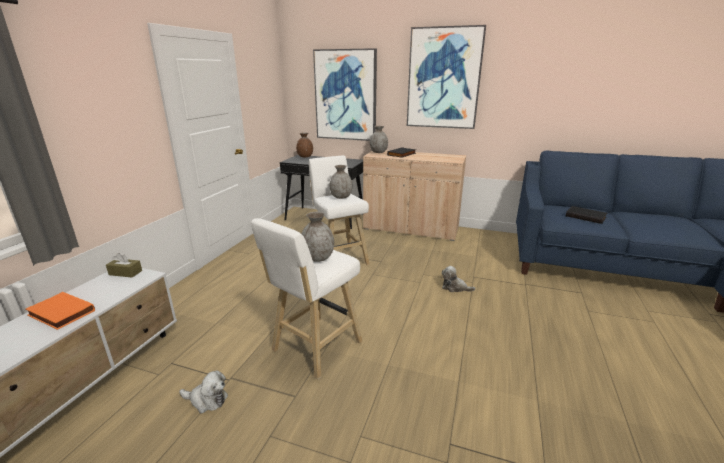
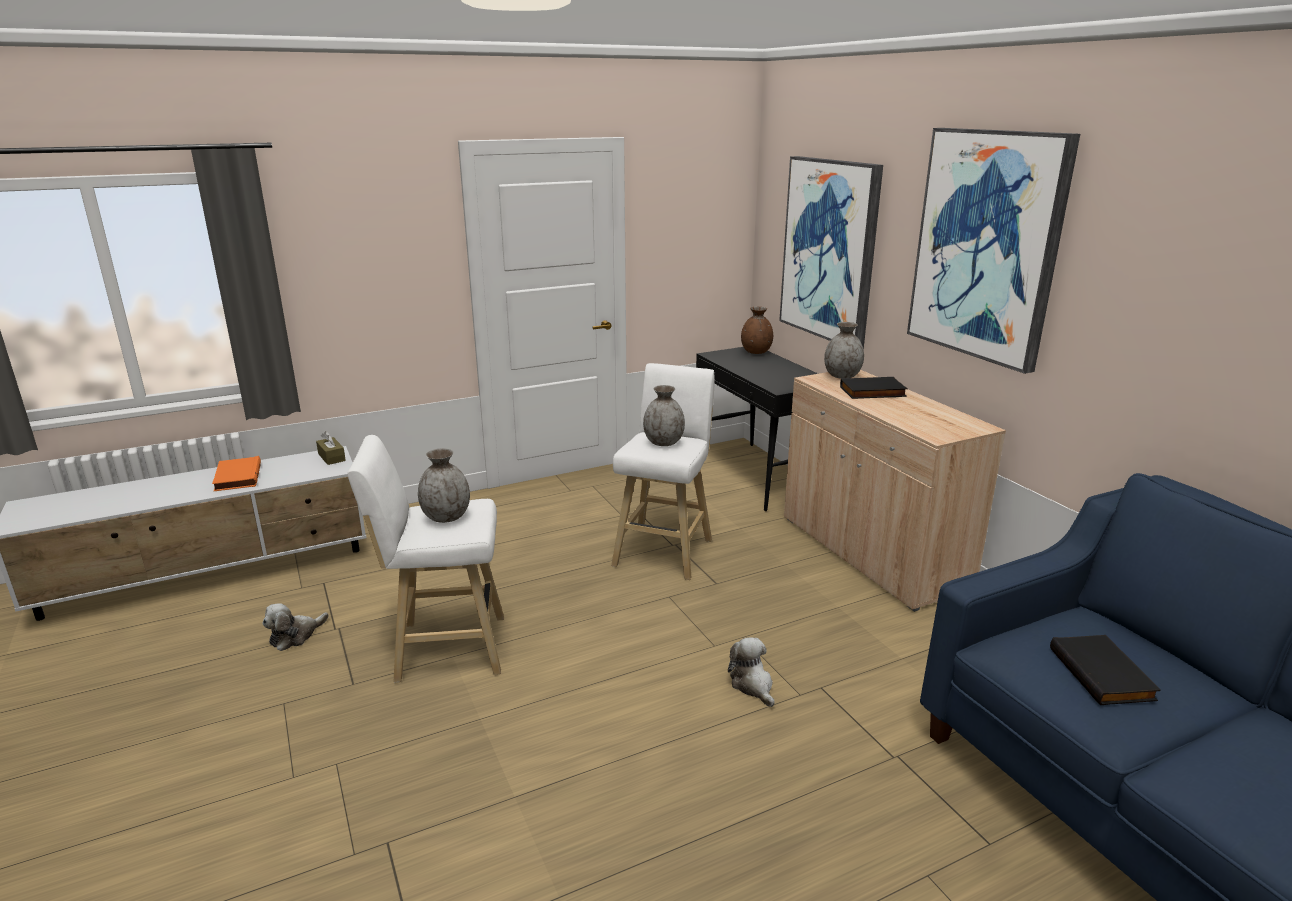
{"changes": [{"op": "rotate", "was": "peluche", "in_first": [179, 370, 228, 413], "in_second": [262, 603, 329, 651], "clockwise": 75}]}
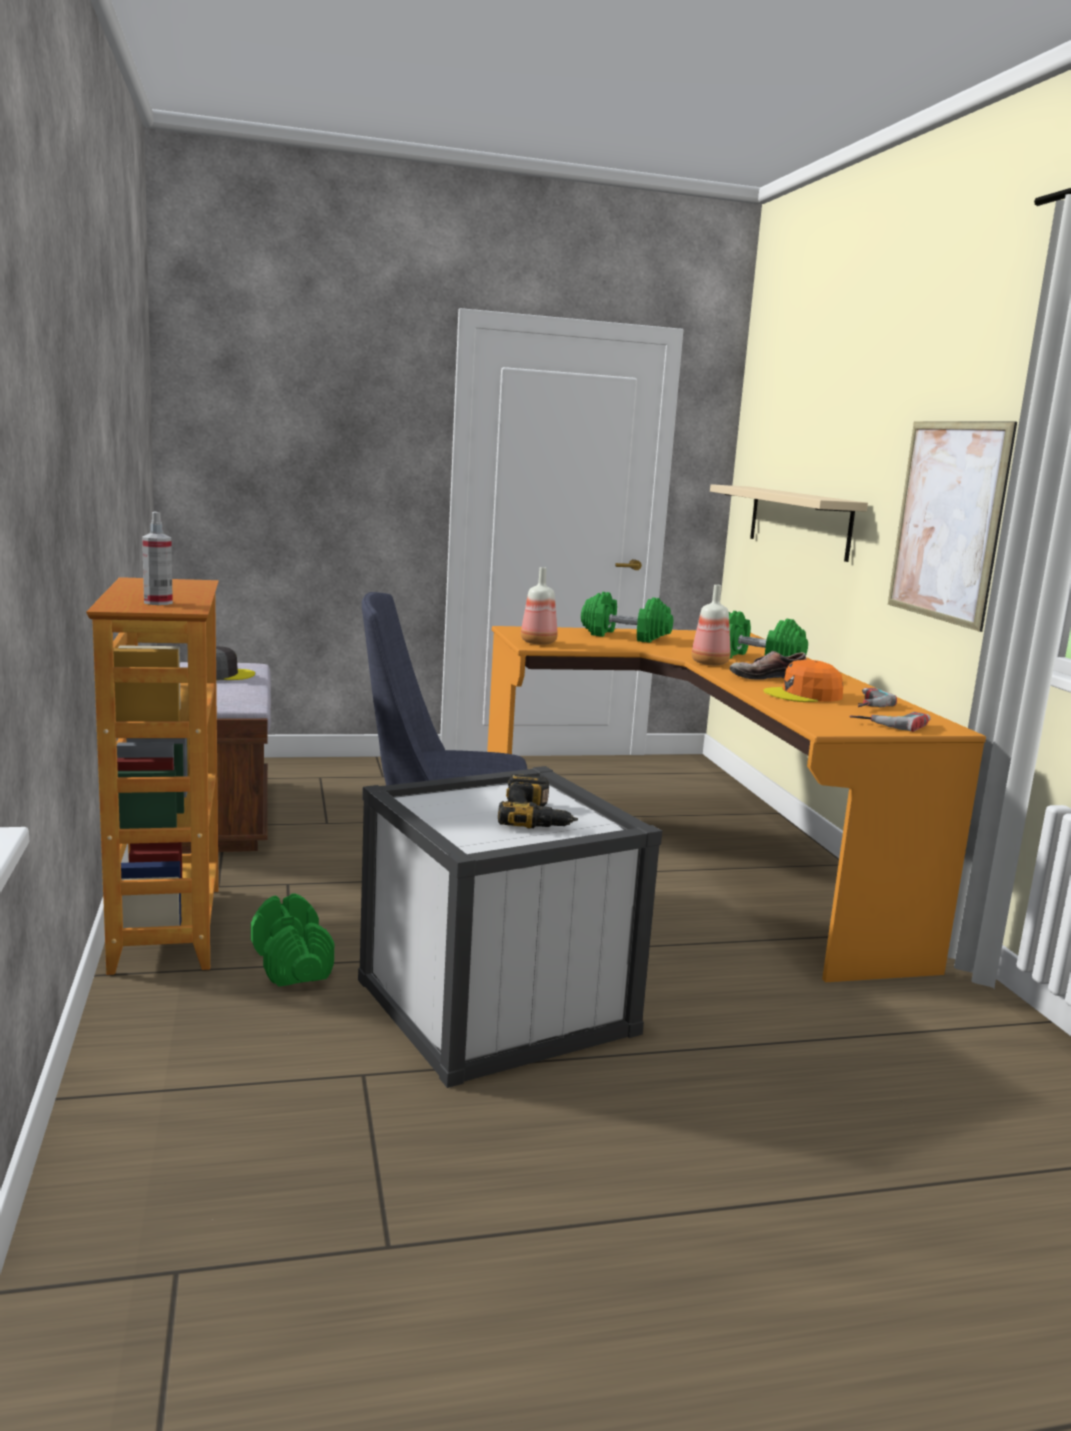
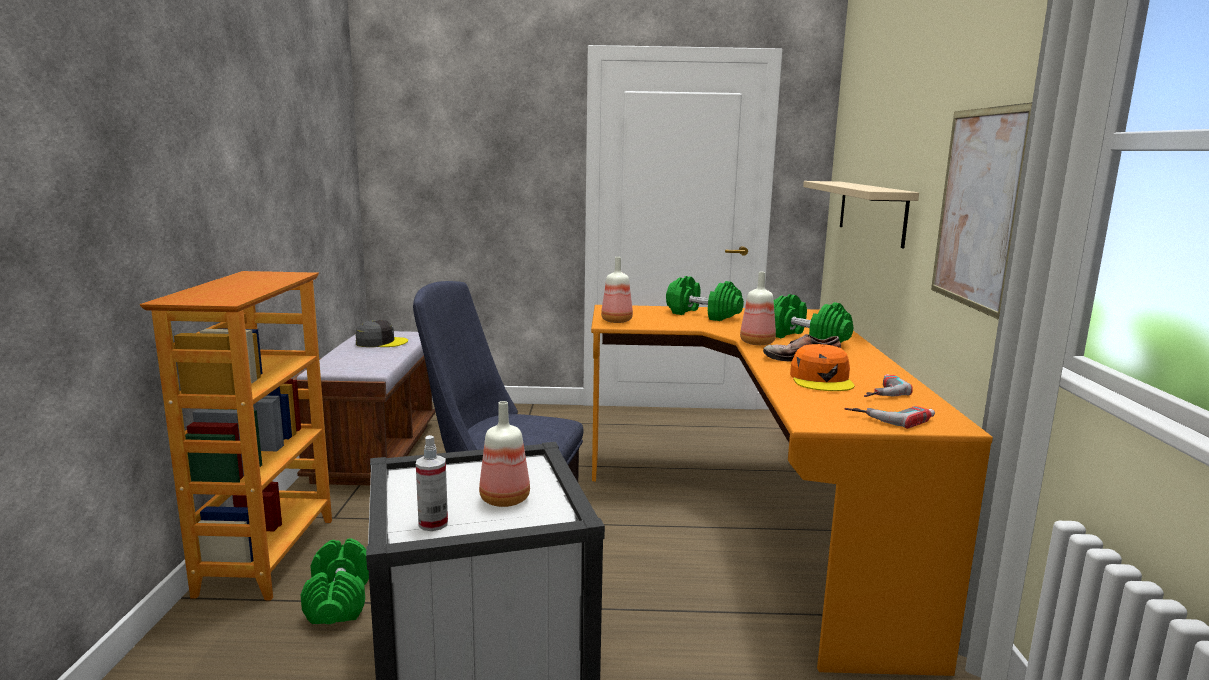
{"changes": [{"op": "move", "was": "pulverizador", "in_first": [142, 512, 173, 605], "in_second": [416, 435, 448, 531]}, {"op": "replace", "was": "taladro", "now": "botella", "in_first": [498, 774, 578, 829], "in_second": [479, 401, 530, 507]}, {"op": "rotate", "was": "gorra (naranja)", "in_first": [763, 660, 843, 702], "in_second": [790, 344, 855, 391], "clockwise": -90}]}
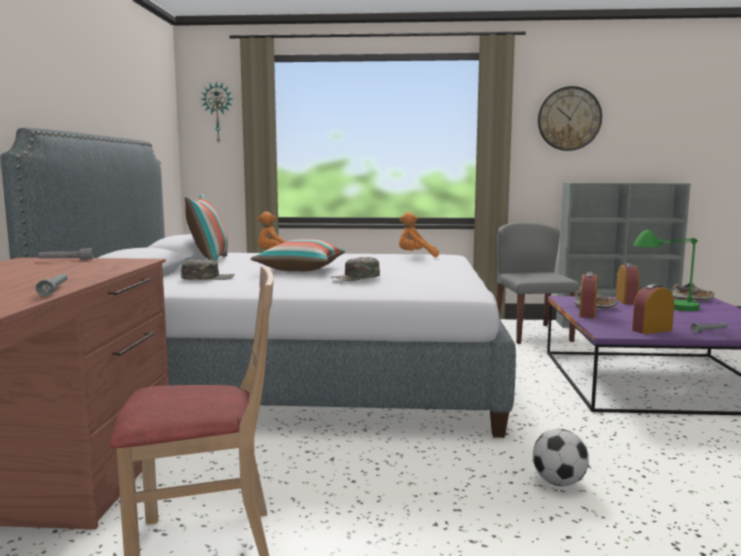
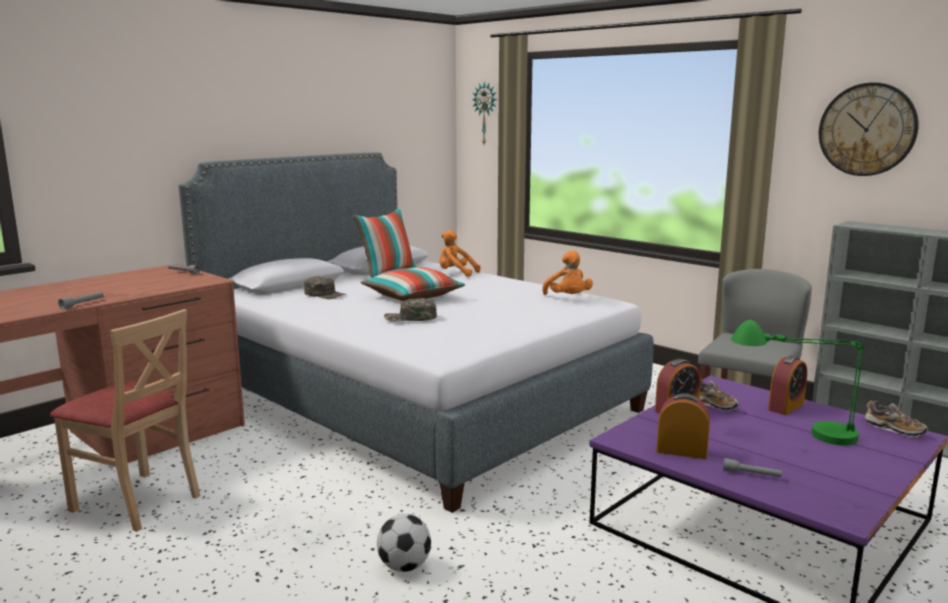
{"changes": [{"op": "rotate", "was": "peluche (naranja)", "in_first": [399, 212, 439, 257], "in_second": [542, 251, 593, 295], "clockwise": -150}]}
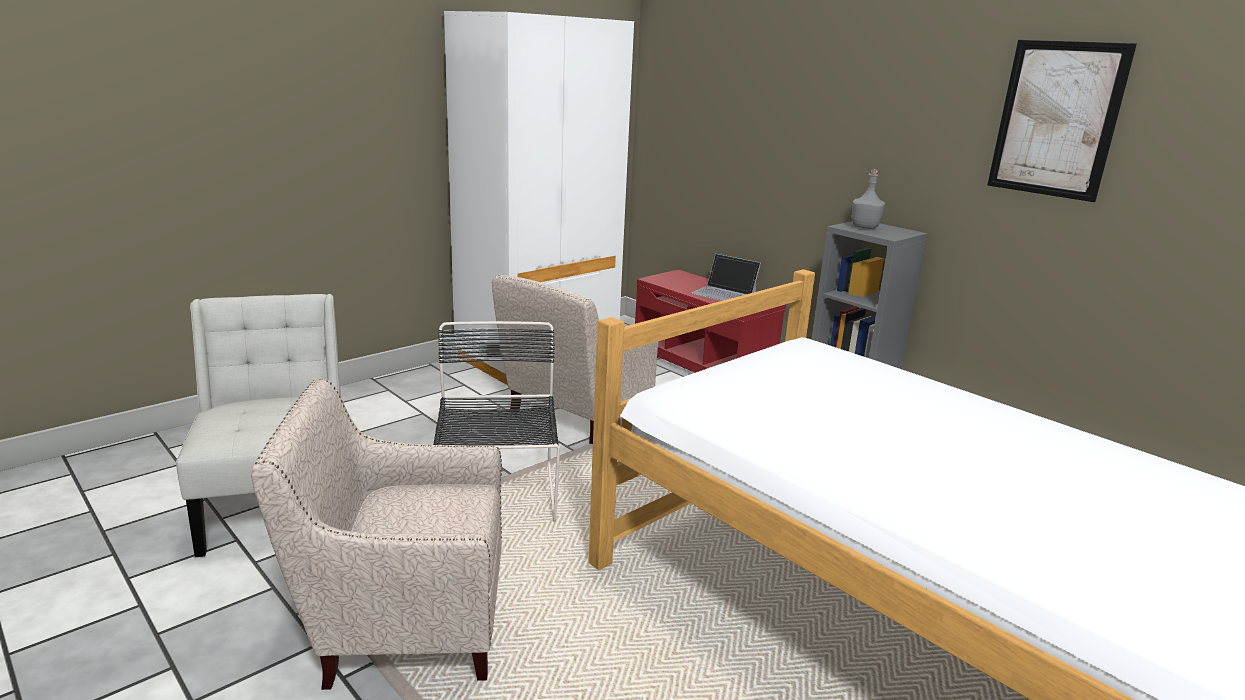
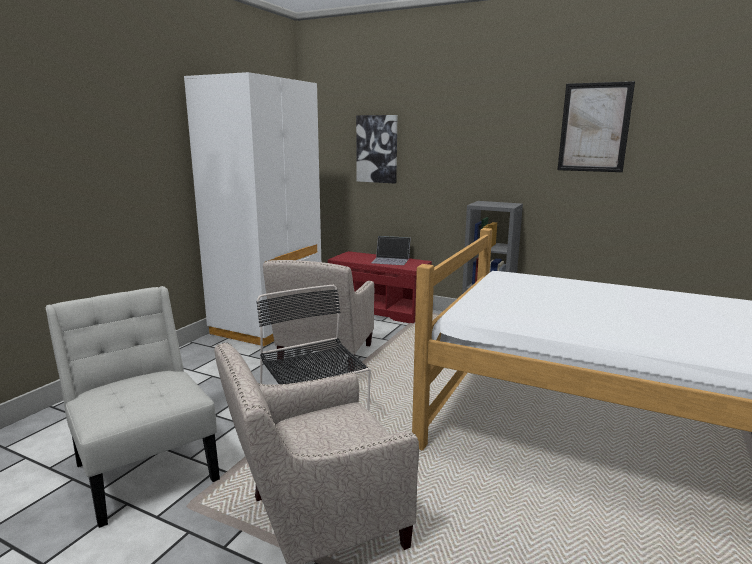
{"changes": [{"op": "delete", "was": "botella (gris)", "in_first": [852, 169, 885, 229]}, {"op": "insert", "now": "cuadro", "in_second": [356, 115, 397, 183]}]}
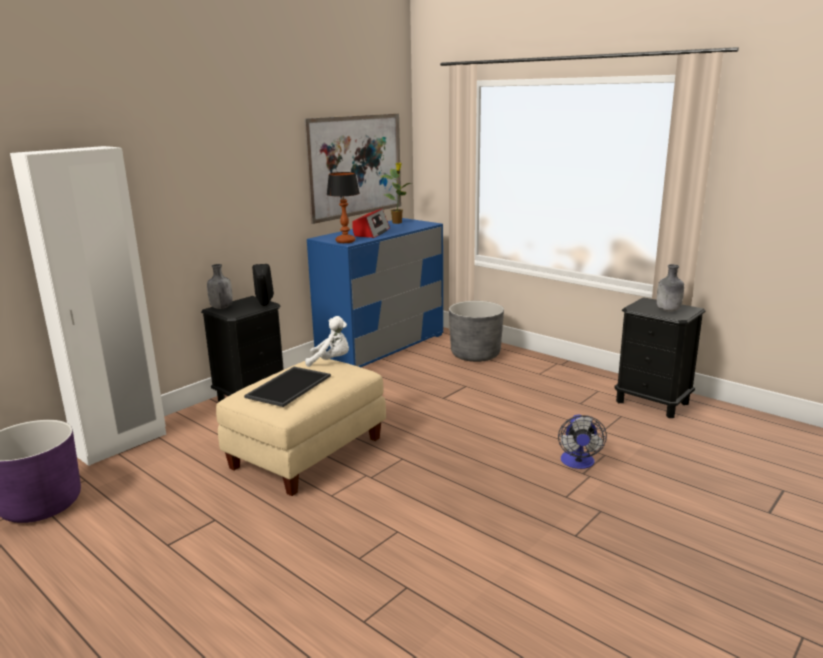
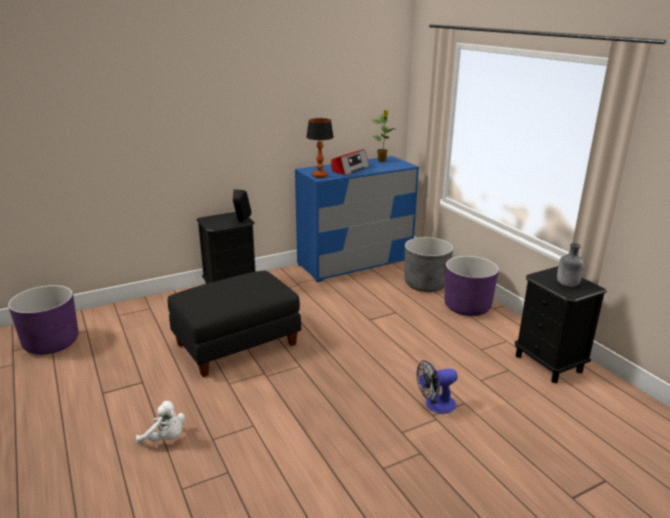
{"changes": [{"op": "delete", "was": "armario ropero (blanco)", "in_first": [10, 146, 166, 466]}, {"op": "delete", "was": "botella (gris)", "in_first": [207, 264, 233, 309]}, {"op": "delete", "was": "bandeja", "in_first": [244, 367, 331, 407]}, {"op": "delete", "was": "cuadro", "in_first": [304, 113, 401, 224]}, {"op": "insert", "now": "maceta (morado)", "in_second": [445, 256, 499, 316]}, {"op": "move", "was": "peluche (blanco)", "in_first": [305, 316, 349, 367], "in_second": [136, 401, 185, 444]}, {"op": "recolor", "was": "puf (beis)", "now": "puf (negro)", "in_first": [216, 357, 386, 496], "in_second": [168, 270, 301, 377]}, {"op": "rotate", "was": "ventilador", "in_first": [558, 415, 607, 469], "in_second": [417, 360, 457, 414], "clockwise": 45}]}
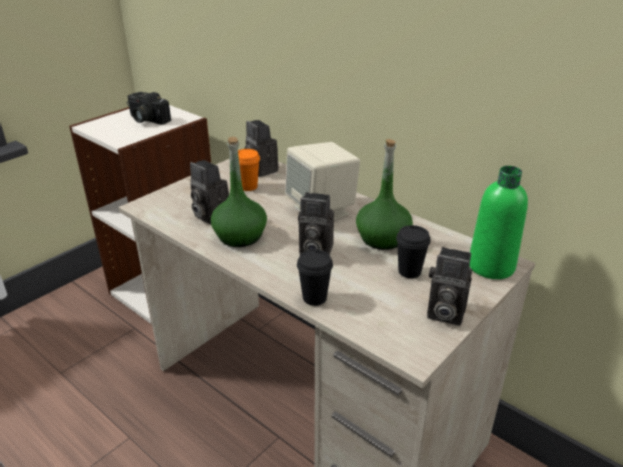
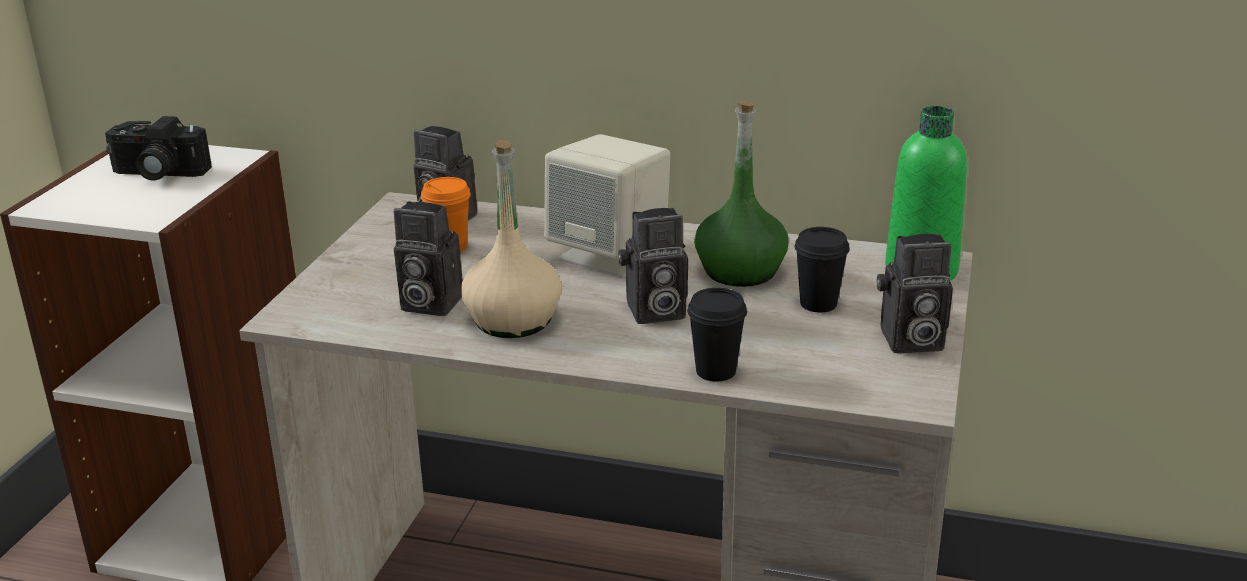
{"changes": [{"op": "recolor", "was": "botella (verde)", "now": "botella (beis)", "in_first": [211, 136, 267, 247], "in_second": [461, 140, 562, 338]}]}
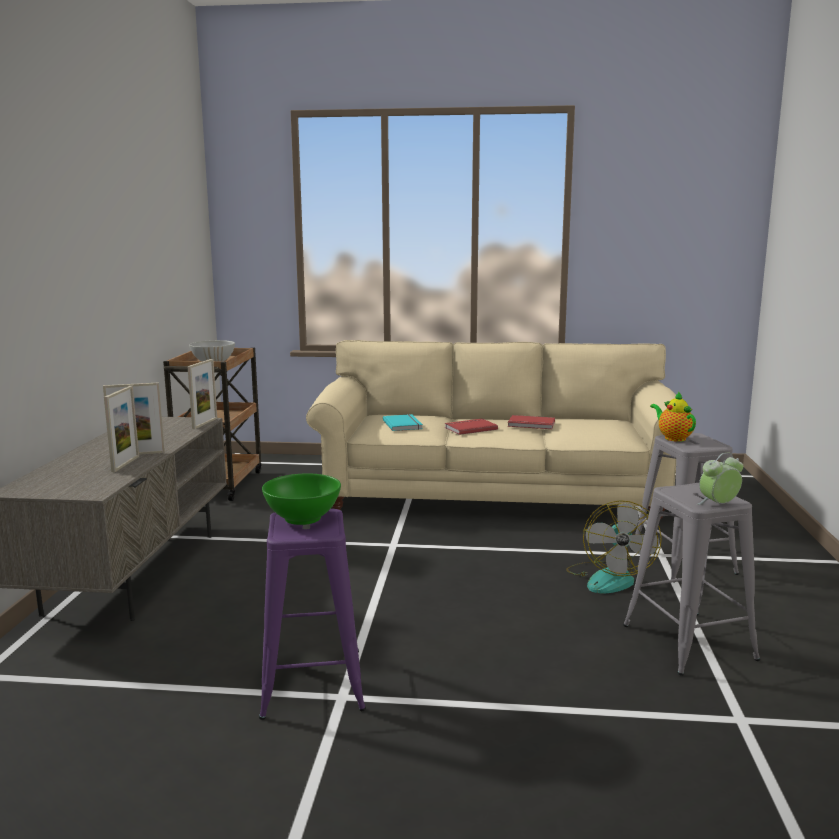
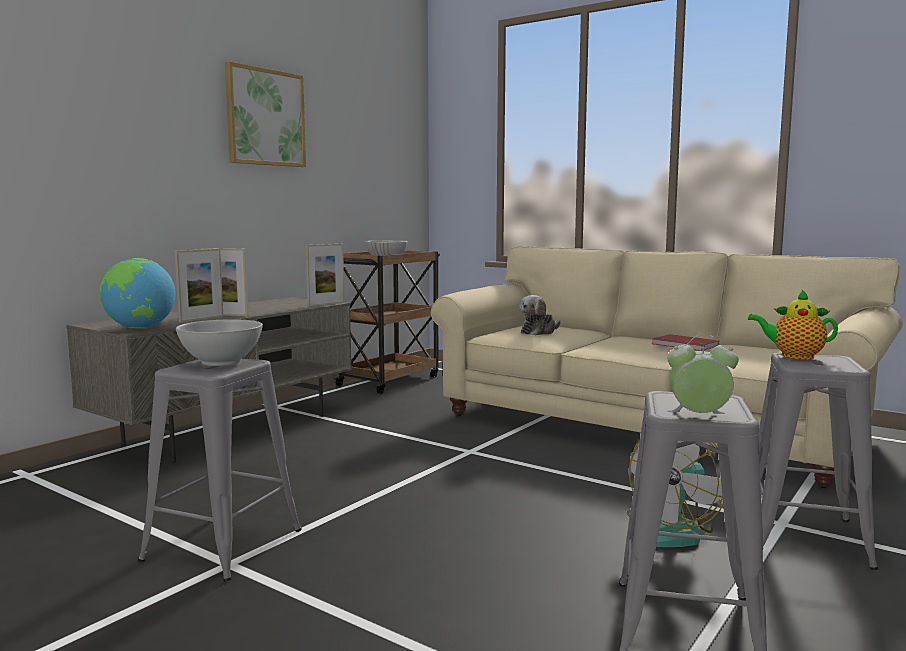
{"changes": [{"op": "delete", "was": "libro (rojo)", "in_first": [444, 419, 498, 435]}, {"op": "insert", "now": "globo terráqueo", "in_second": [99, 258, 176, 329]}, {"op": "insert", "now": "cuadro", "in_second": [225, 61, 306, 167]}, {"op": "replace", "was": "libro (turquesa)", "now": "peluche", "in_first": [383, 414, 423, 431], "in_second": [519, 295, 561, 336]}, {"op": "recolor", "was": "taburete (morado)", "now": "taburete (gris)", "in_first": [259, 509, 366, 720], "in_second": [138, 359, 302, 581]}, {"op": "recolor", "was": "cuenco (verde)", "now": "cuenco (blanco)", "in_first": [262, 473, 341, 525], "in_second": [176, 319, 263, 366]}, {"op": "rotate", "was": "tetera", "in_first": [650, 391, 696, 442], "in_second": [748, 289, 838, 359], "clockwise": -75}]}
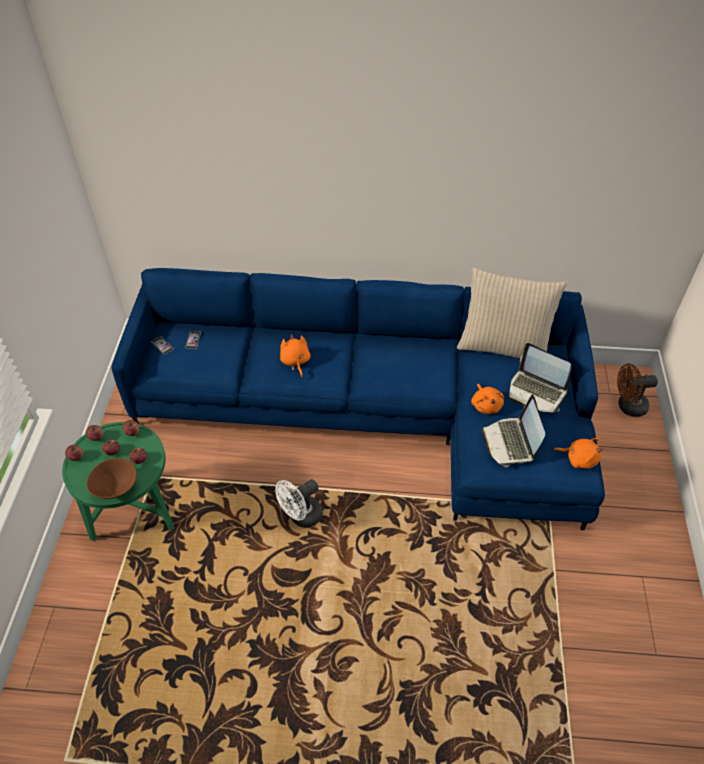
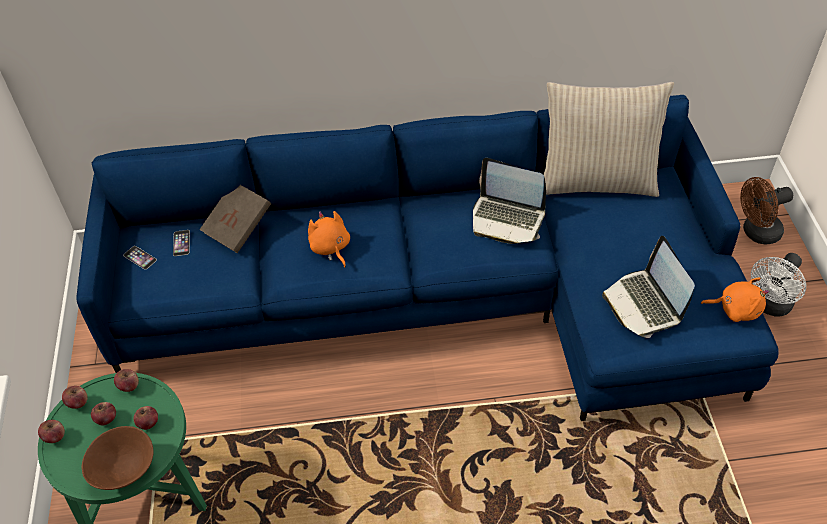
{"changes": [{"op": "delete", "was": "peluche (naranja)", "in_first": [471, 384, 504, 414]}, {"op": "insert", "now": "libro (marrón)", "in_second": [200, 185, 271, 253]}, {"op": "move", "was": "ventilador (blanco)", "in_first": [275, 479, 323, 528], "in_second": [751, 253, 806, 317]}, {"op": "move", "was": "portátil", "in_first": [509, 343, 571, 412], "in_second": [473, 158, 546, 244]}]}
